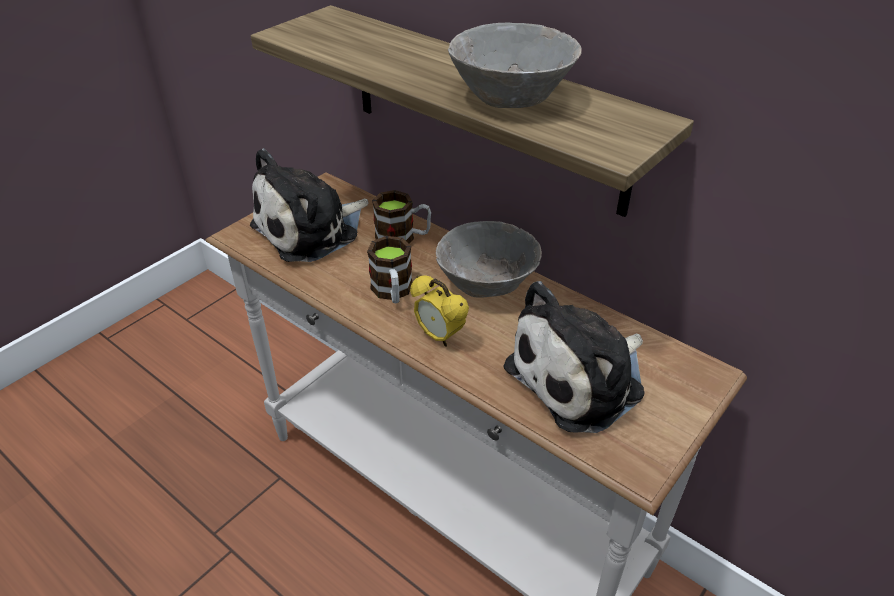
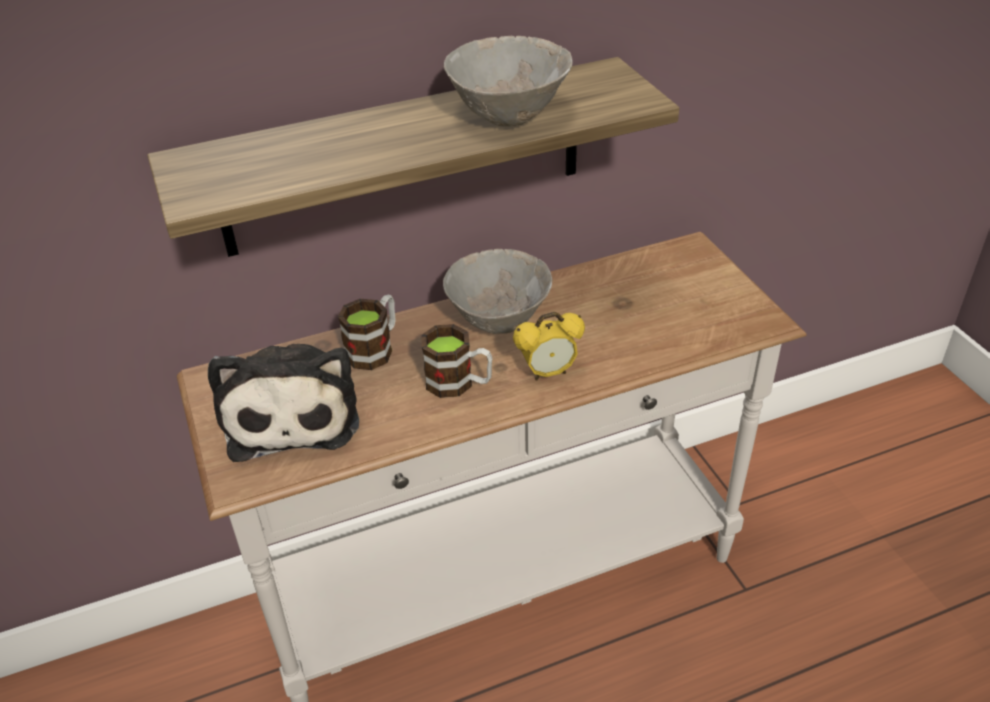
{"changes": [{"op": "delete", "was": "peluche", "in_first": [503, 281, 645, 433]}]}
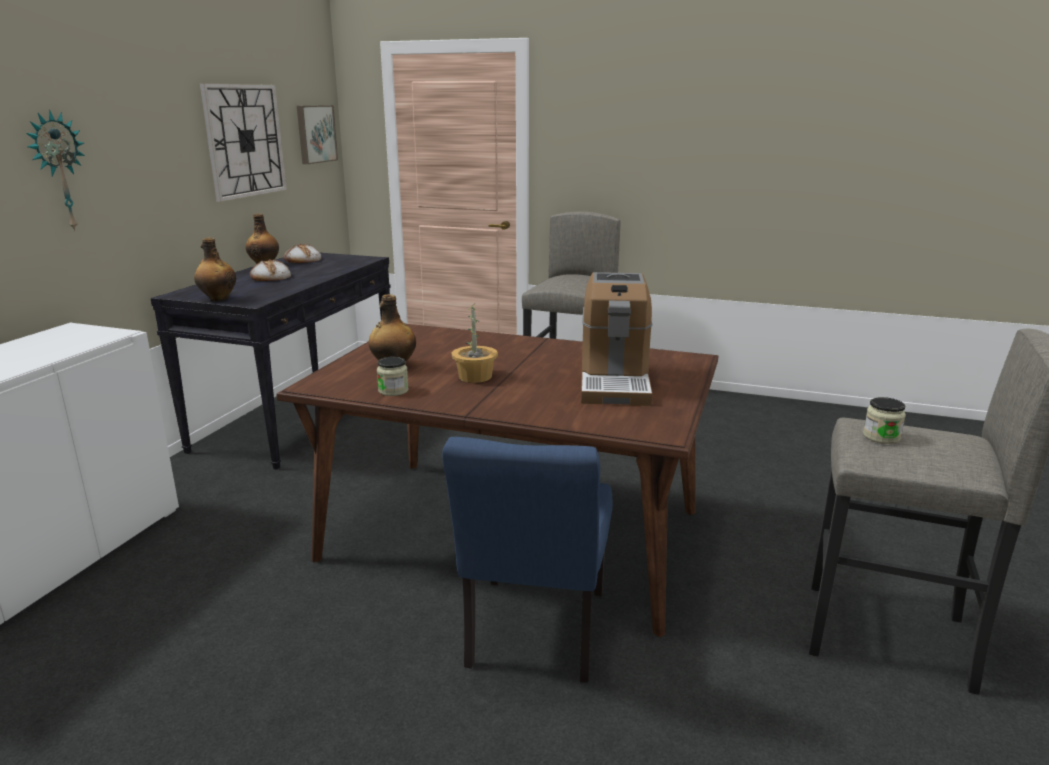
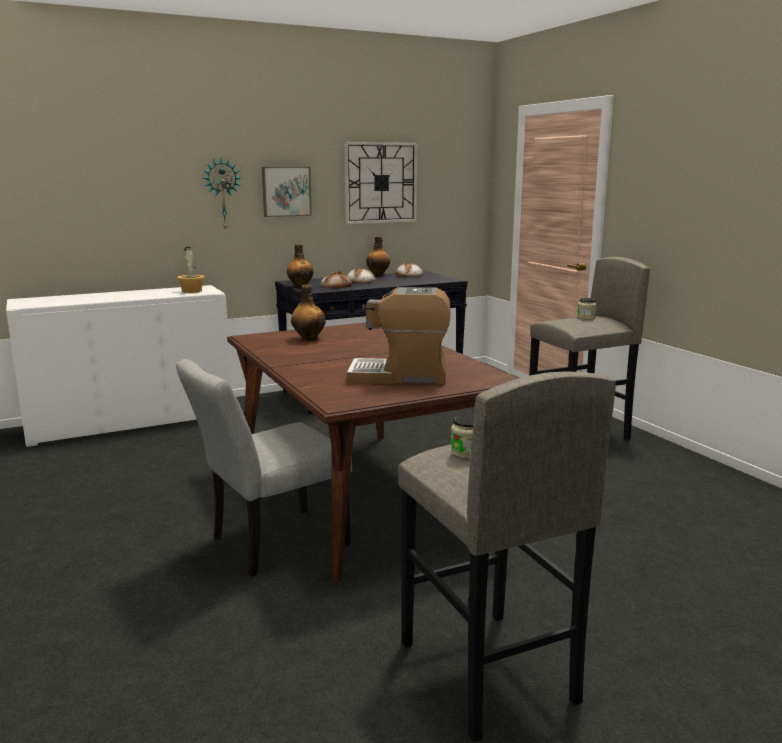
{"changes": [{"op": "insert", "now": "pan", "in_second": [321, 271, 352, 288]}, {"op": "move", "was": "cuadro", "in_first": [297, 105, 338, 164], "in_second": [262, 167, 312, 217]}, {"op": "move", "was": "tarro", "in_first": [377, 357, 409, 396], "in_second": [577, 298, 597, 320]}, {"op": "move", "was": "planta en maceta", "in_first": [452, 302, 498, 383], "in_second": [177, 247, 205, 293]}, {"op": "recolor", "was": "silla (azul)", "now": "silla (gris)", "in_first": [442, 437, 613, 682], "in_second": [176, 359, 352, 577]}, {"op": "rotate", "was": "cafetera", "in_first": [581, 272, 652, 406], "in_second": [346, 287, 451, 385], "clockwise": 45}]}
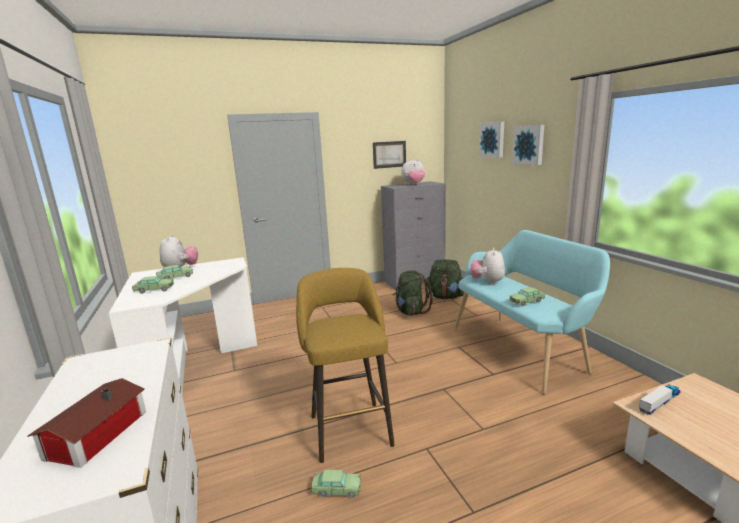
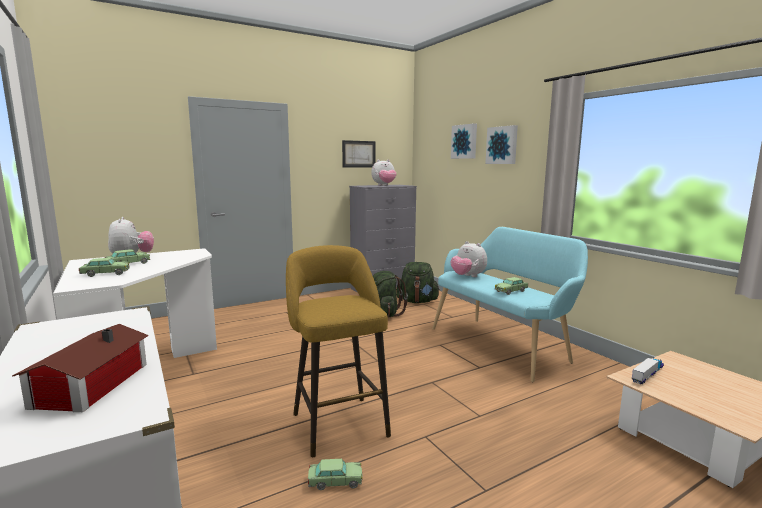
{"changes": [{"op": "rotate", "was": "peluche", "in_first": [470, 248, 505, 285], "in_second": [451, 241, 487, 277], "clockwise": -45}]}
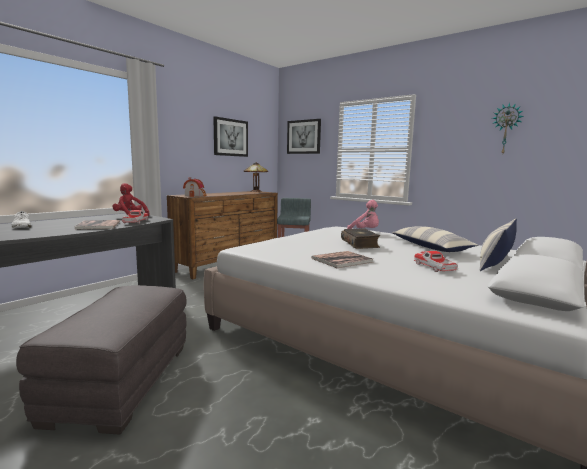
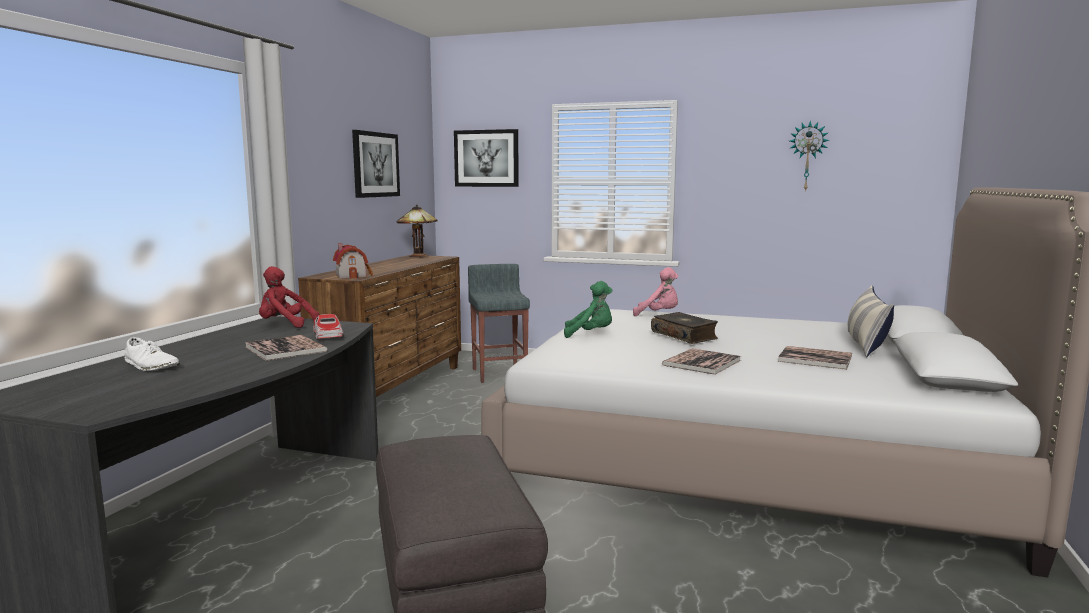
{"changes": [{"op": "delete", "was": "cojín", "in_first": [392, 226, 478, 252]}, {"op": "insert", "now": "peluche (verde)", "in_second": [564, 281, 612, 338]}, {"op": "replace", "was": "coche de juguete", "now": "libro", "in_first": [414, 251, 458, 272], "in_second": [778, 346, 852, 370]}]}
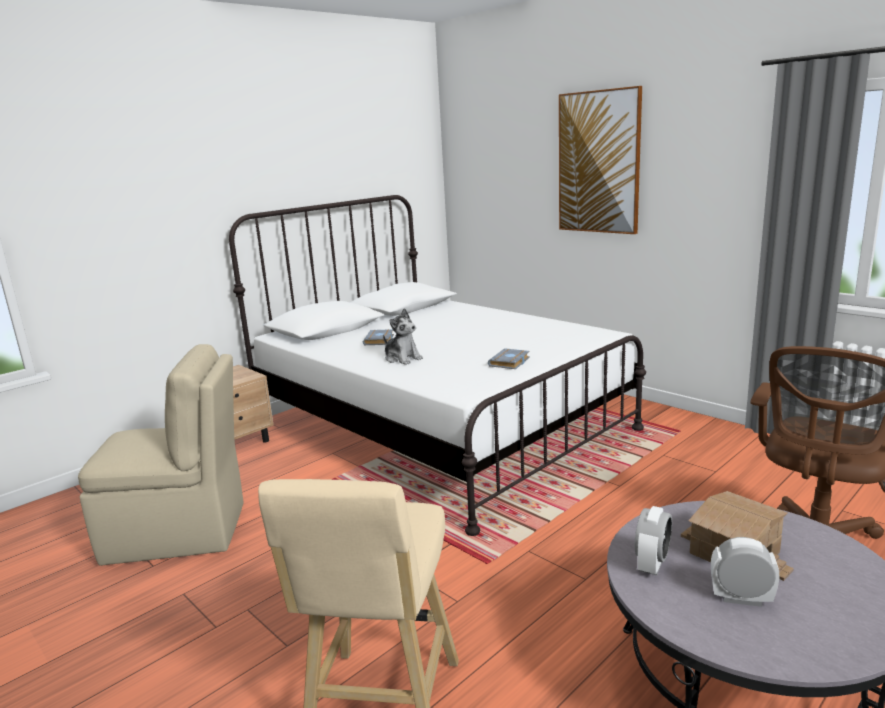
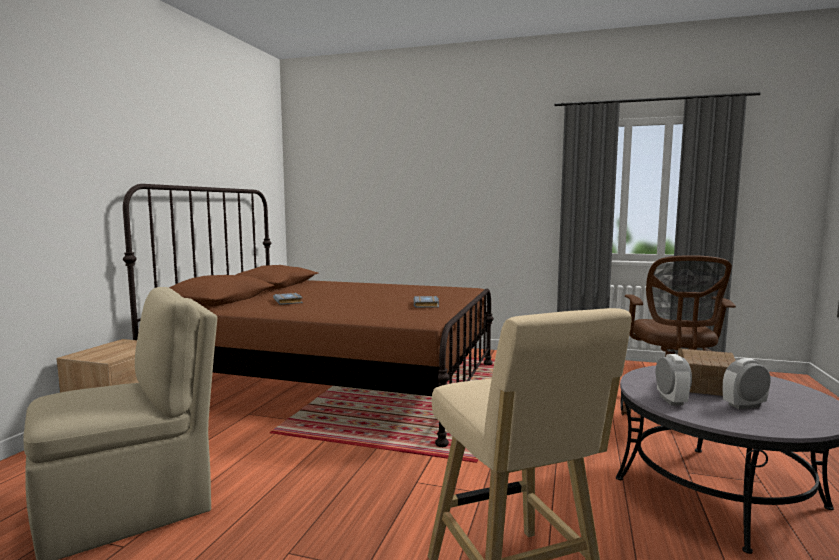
{"changes": [{"op": "delete", "was": "peluche", "in_first": [383, 308, 423, 365]}, {"op": "delete", "was": "cuadro", "in_first": [559, 86, 642, 234]}, {"op": "recolor", "was": "cama (blanco)", "now": "cama (marrón)", "in_first": [229, 195, 646, 536], "in_second": [123, 184, 494, 447]}]}
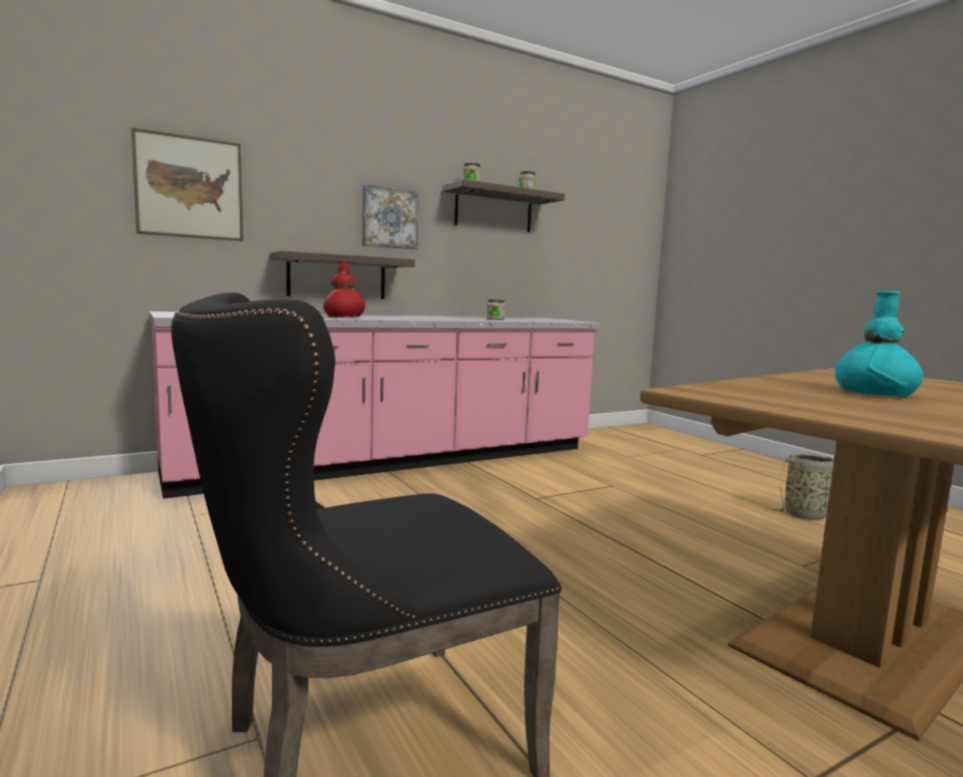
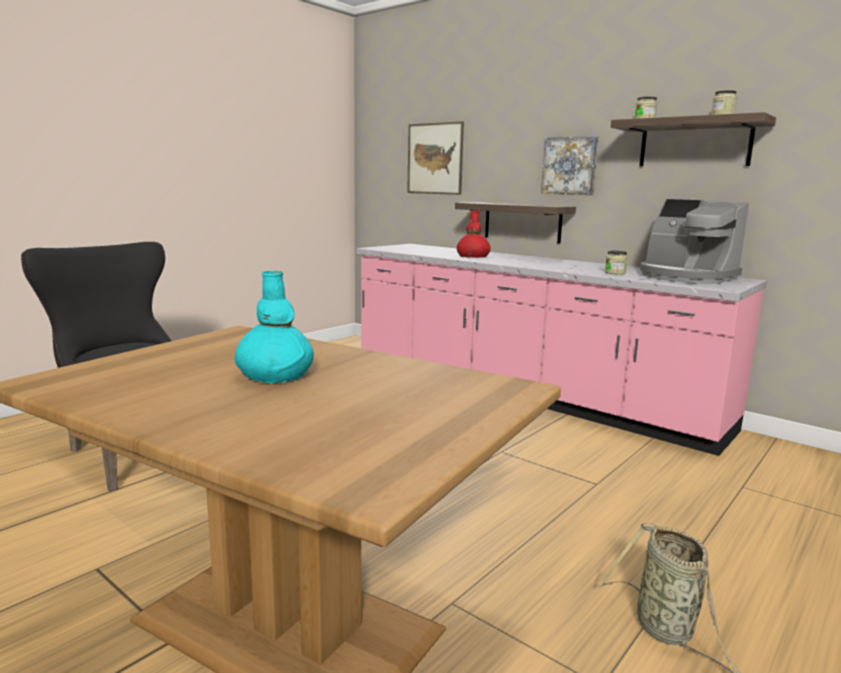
{"changes": [{"op": "insert", "now": "cafetera", "in_second": [640, 199, 749, 284]}]}
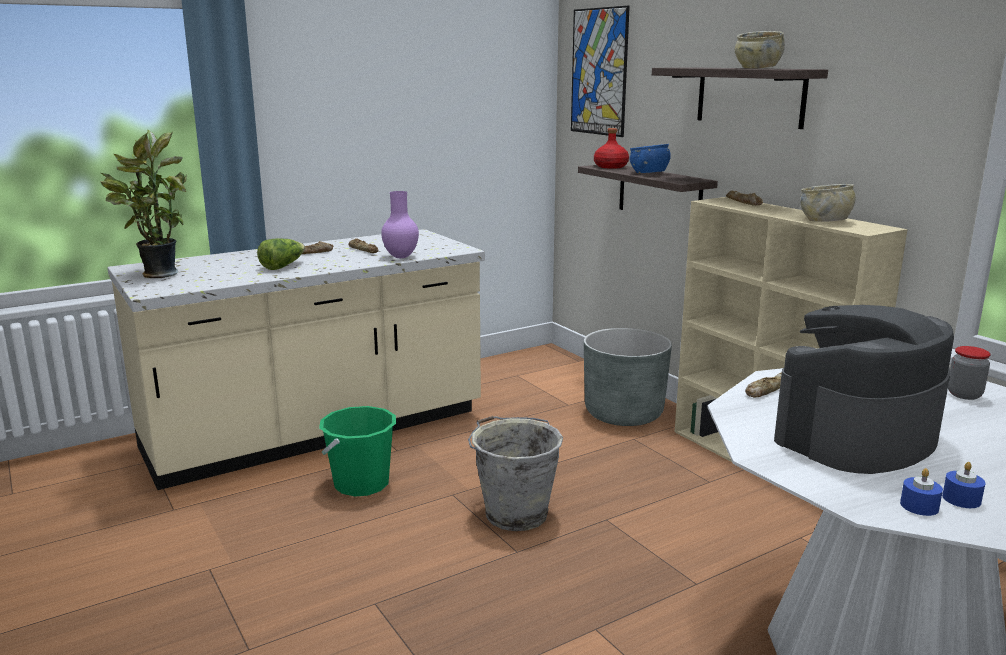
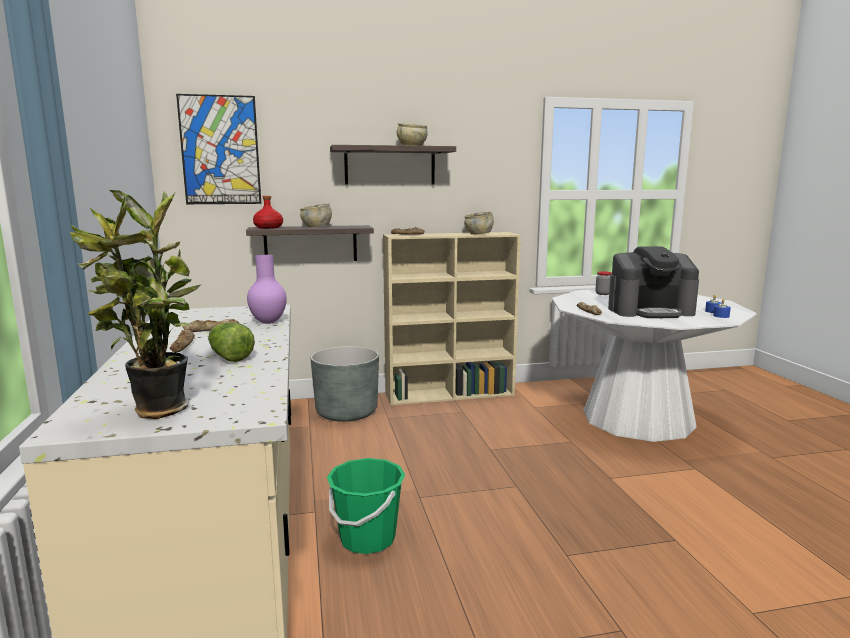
{"changes": [{"op": "delete", "was": "cubo (gris)", "in_first": [468, 416, 563, 531]}, {"op": "recolor", "was": "cuenco (azul)", "now": "cuenco (beis)", "in_first": [629, 144, 671, 173], "in_second": [300, 203, 332, 228]}, {"op": "rotate", "was": "cafetera", "in_first": [774, 305, 954, 474], "in_second": [608, 246, 699, 318], "clockwise": -75}]}
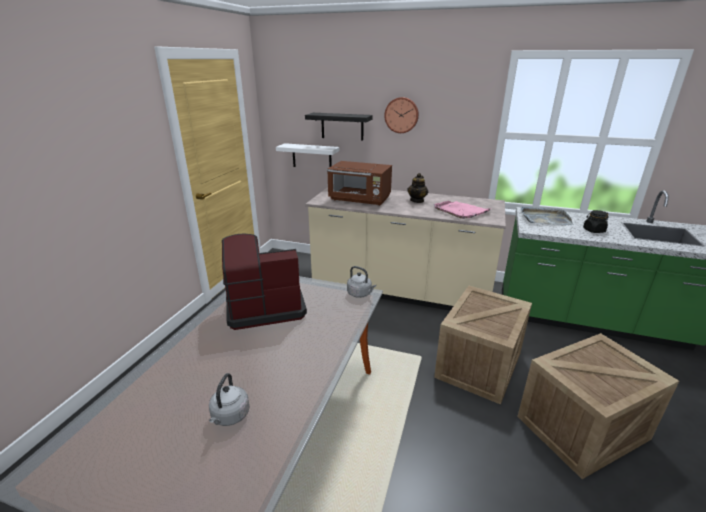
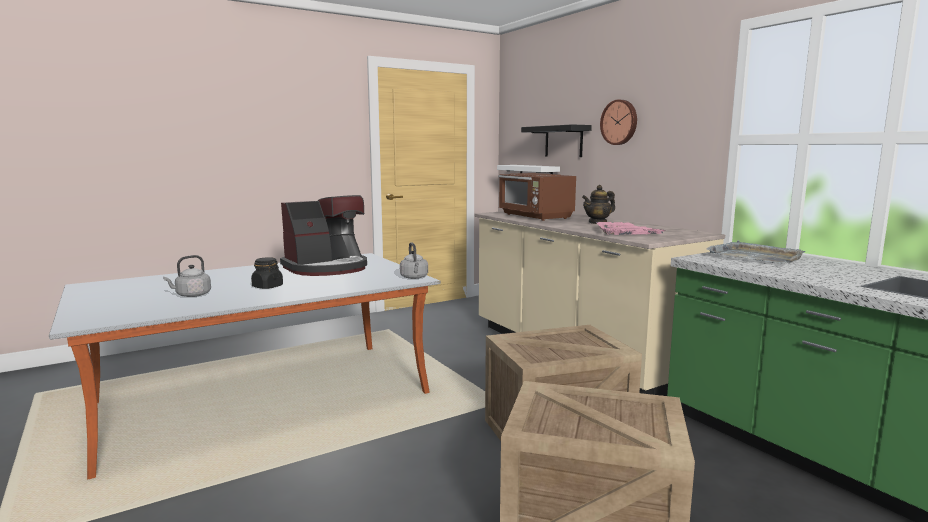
{"changes": [{"op": "move", "was": "tarro (negro)", "in_first": [583, 210, 609, 233], "in_second": [251, 257, 283, 289]}, {"op": "rotate", "was": "cafetera", "in_first": [222, 234, 307, 330], "in_second": [280, 195, 367, 276], "clockwise": 120}]}
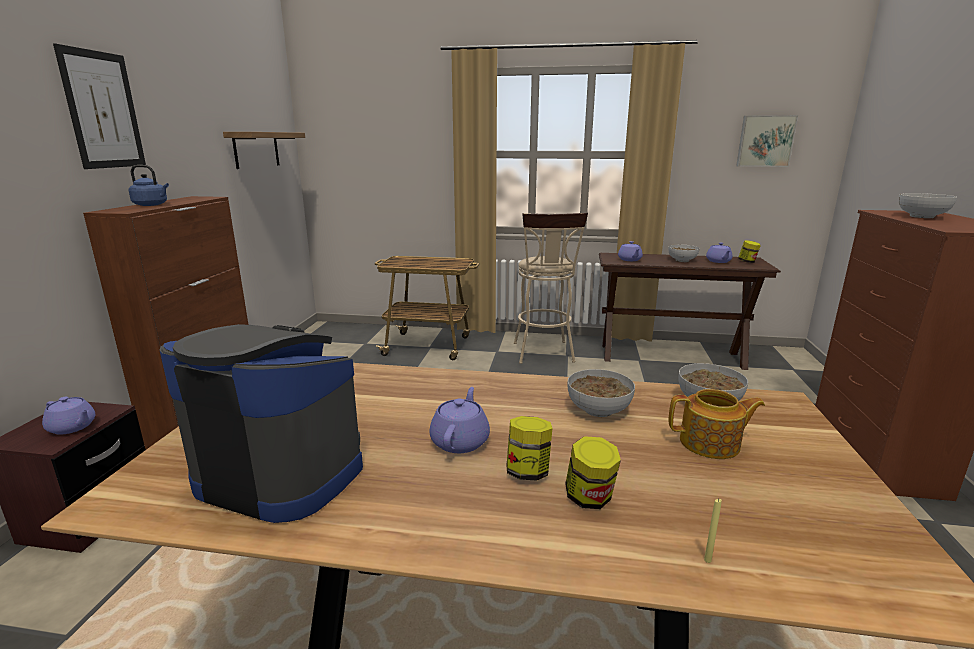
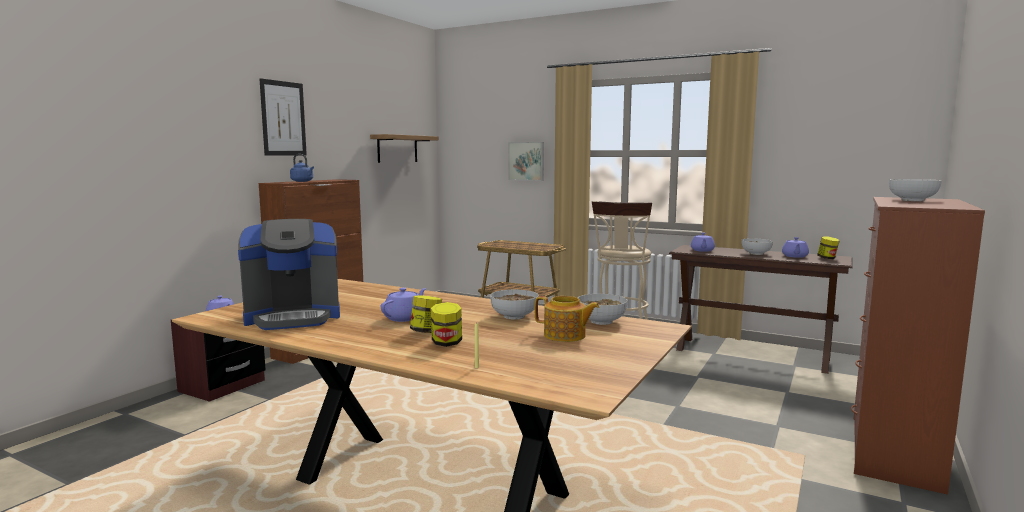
{"changes": [{"op": "move", "was": "cuadro", "in_first": [736, 115, 798, 167], "in_second": [508, 142, 544, 181]}, {"op": "rotate", "was": "cafetera", "in_first": [160, 324, 363, 523], "in_second": [238, 219, 340, 330], "clockwise": 120}]}
